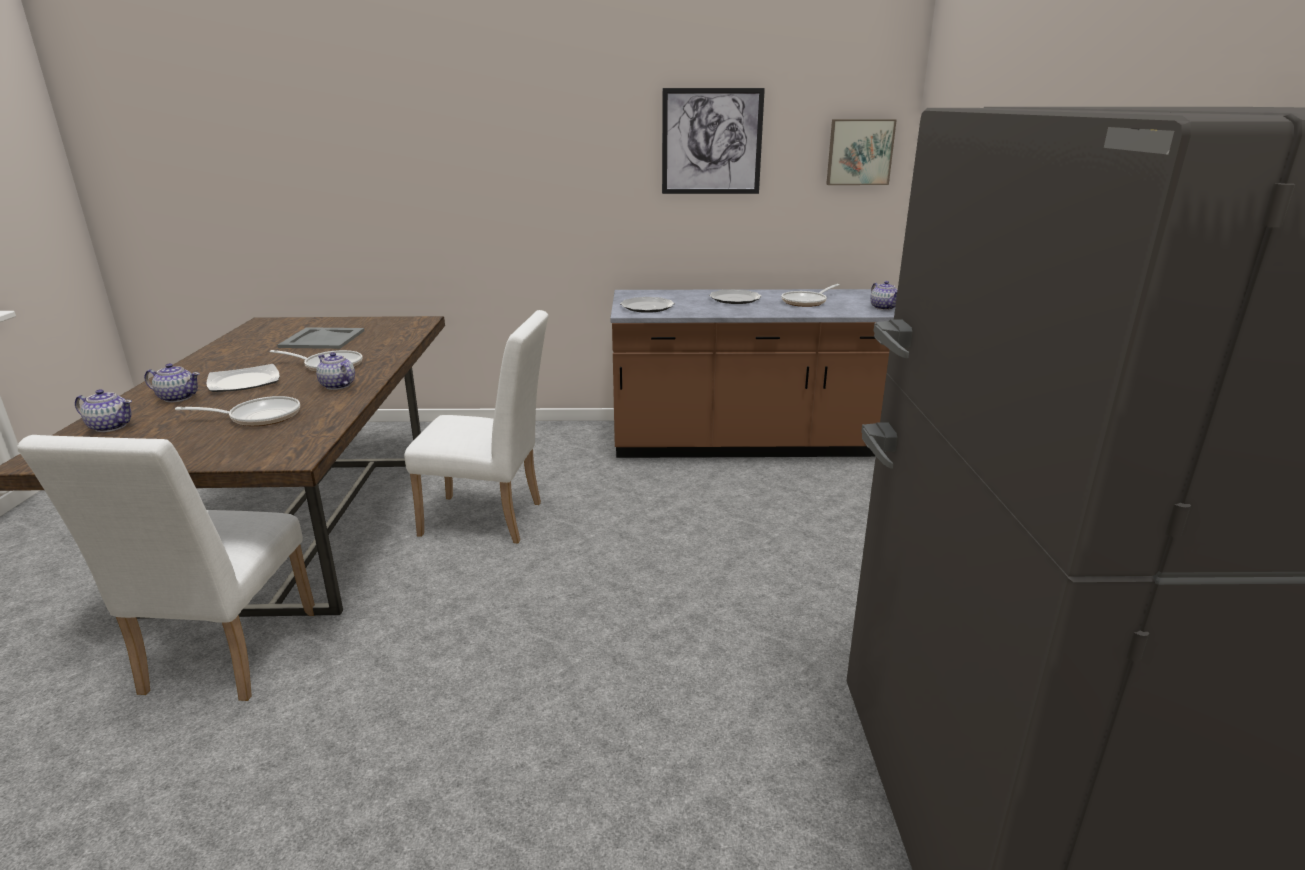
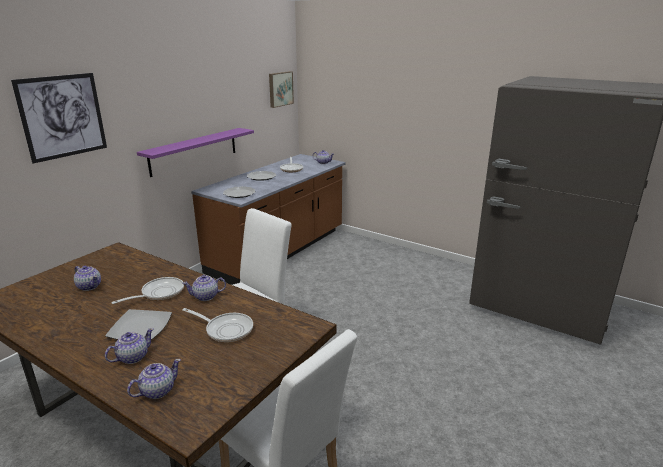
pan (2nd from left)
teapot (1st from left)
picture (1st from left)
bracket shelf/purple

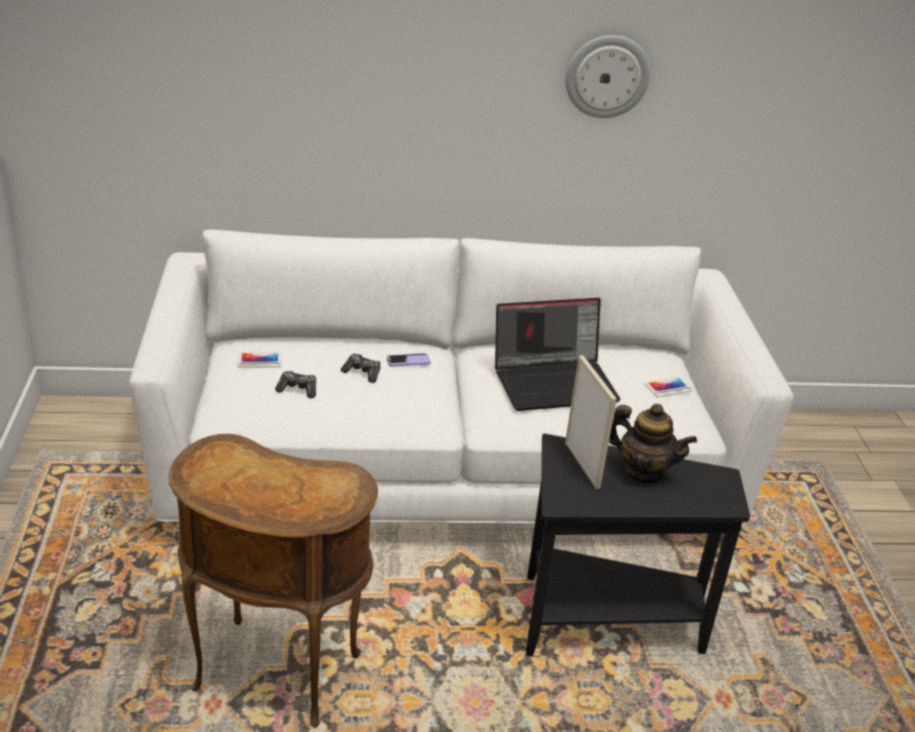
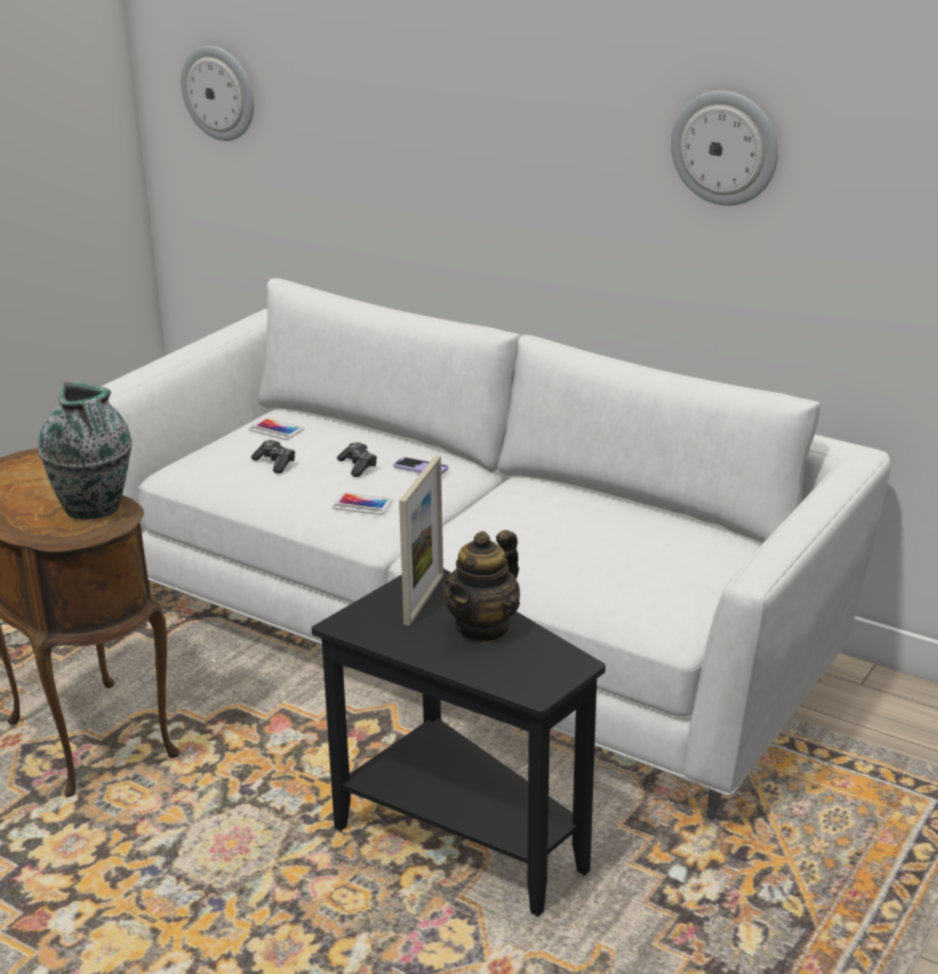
notebook computer
teapot
phone (2nd from left)
vase
clock on the wall (1st from left)

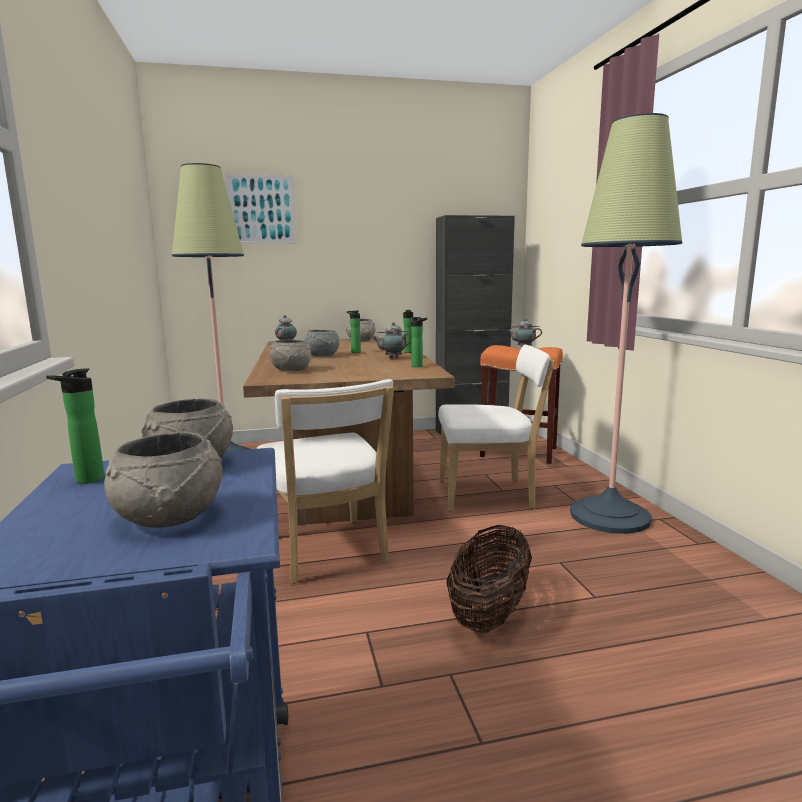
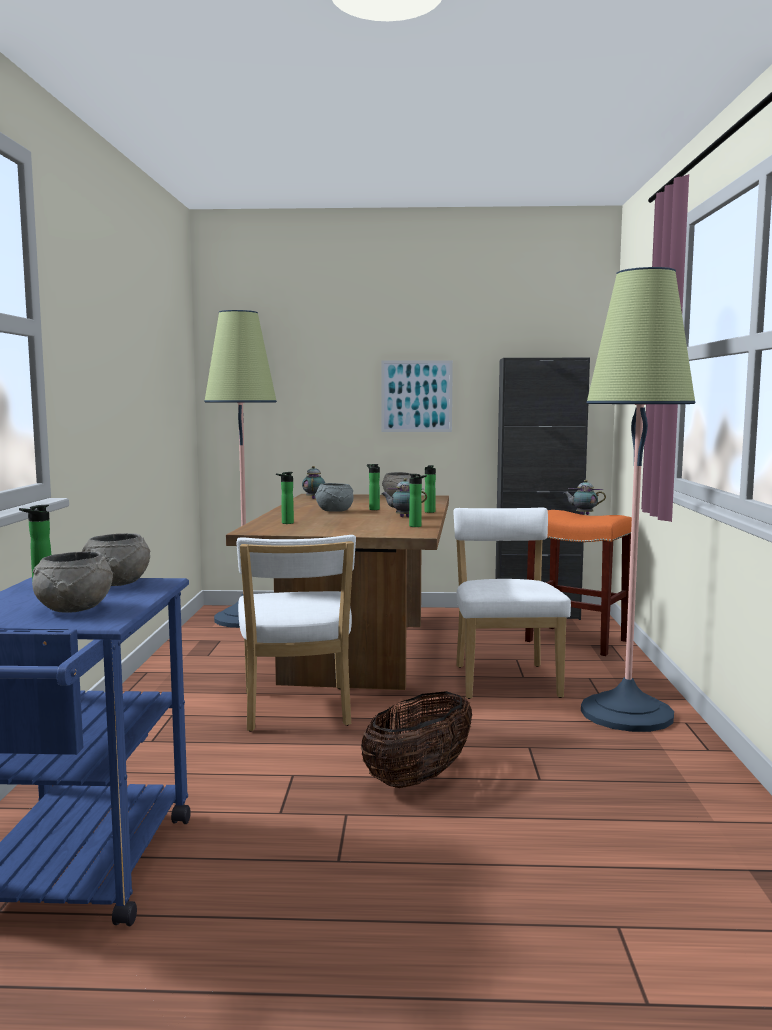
picture
drink bottle (2nd from left)
plain chair/whitish (2nd from left)

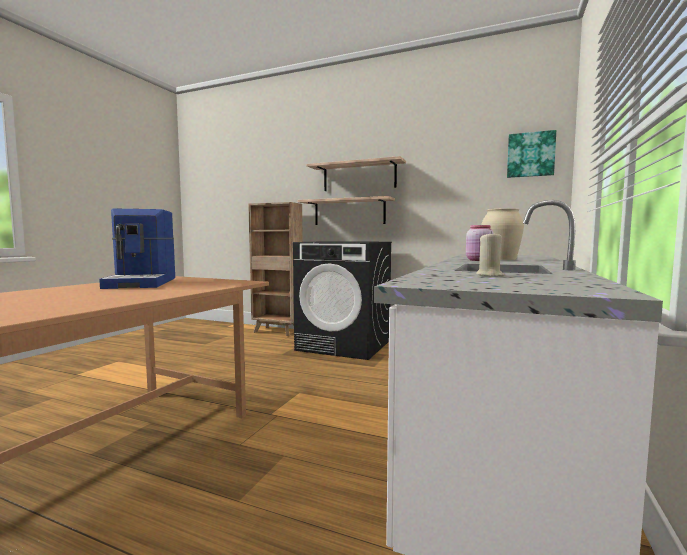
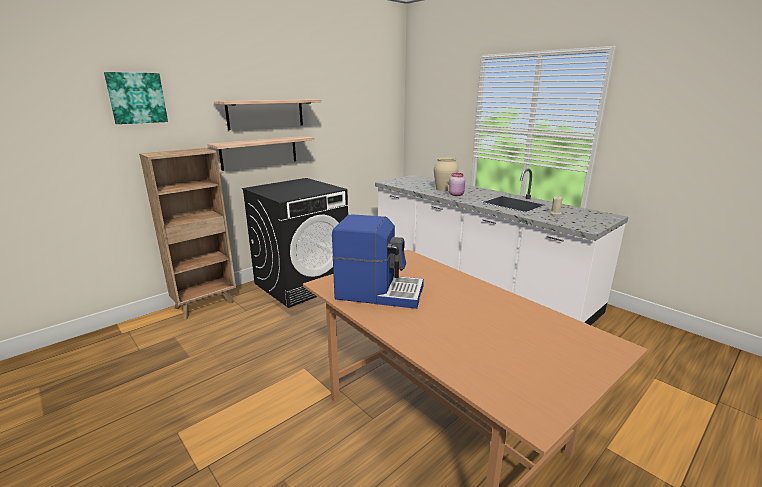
picture

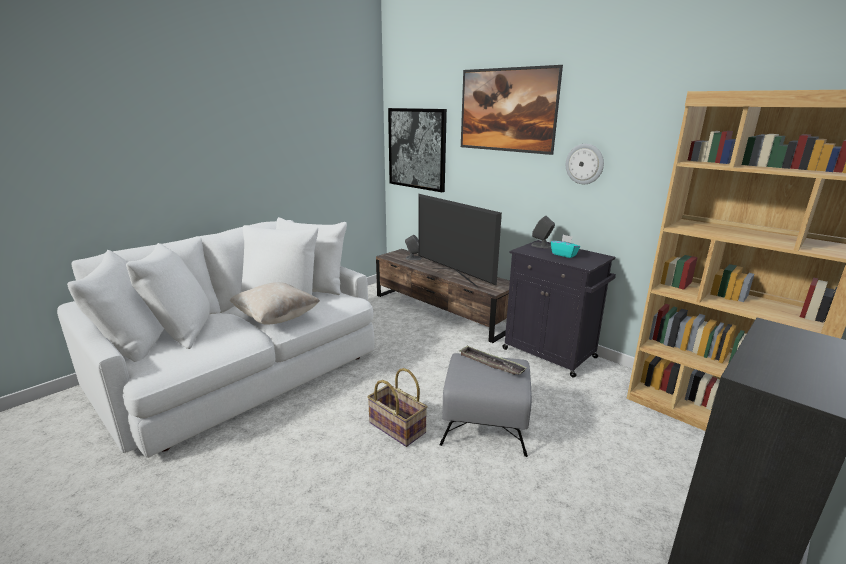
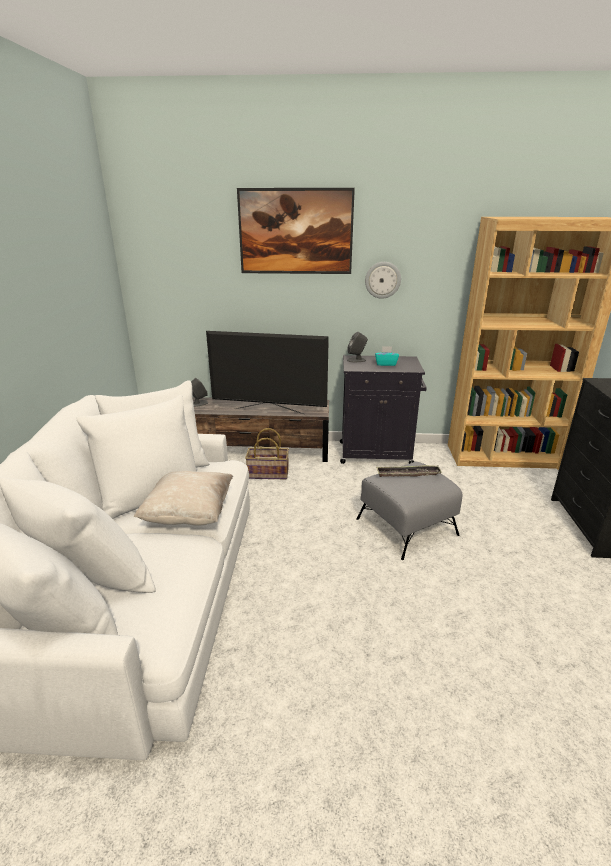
storage basket
picture (1st from left in the first image)

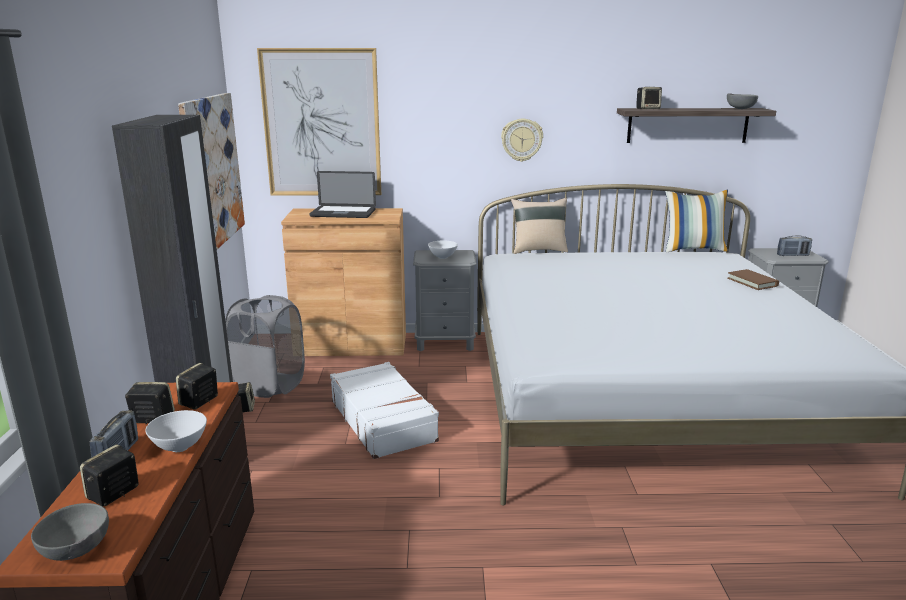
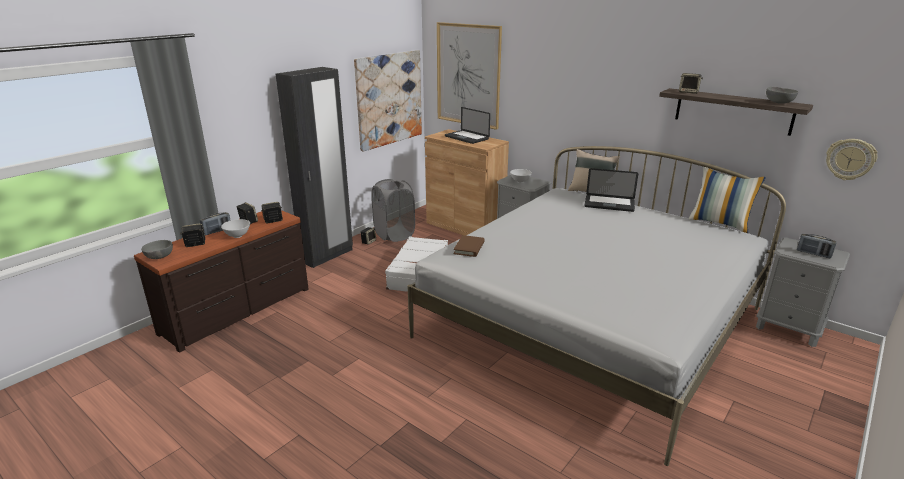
clock on the wall
book/brown
notebook computer (2nd from left)

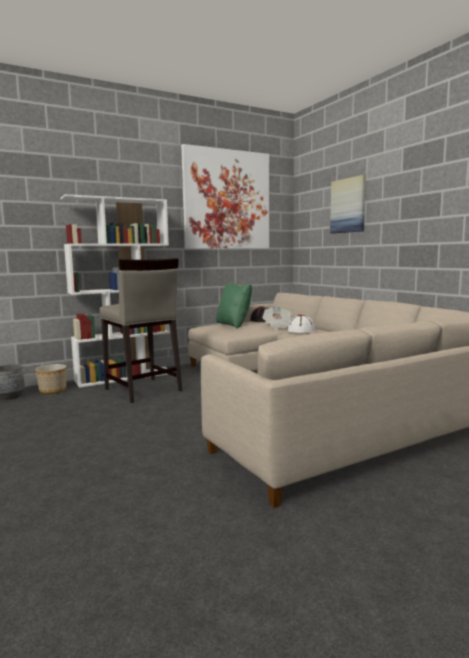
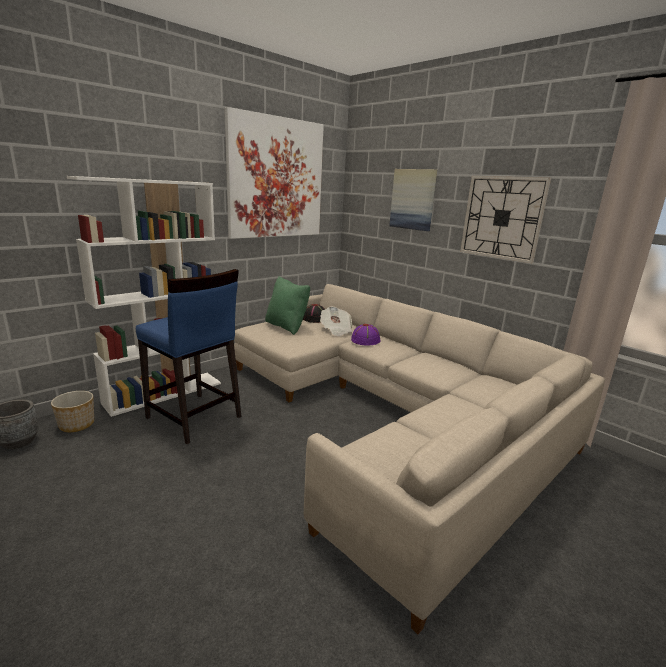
stool seat/blue-coloured
clothing hat/purple
clock on the wall

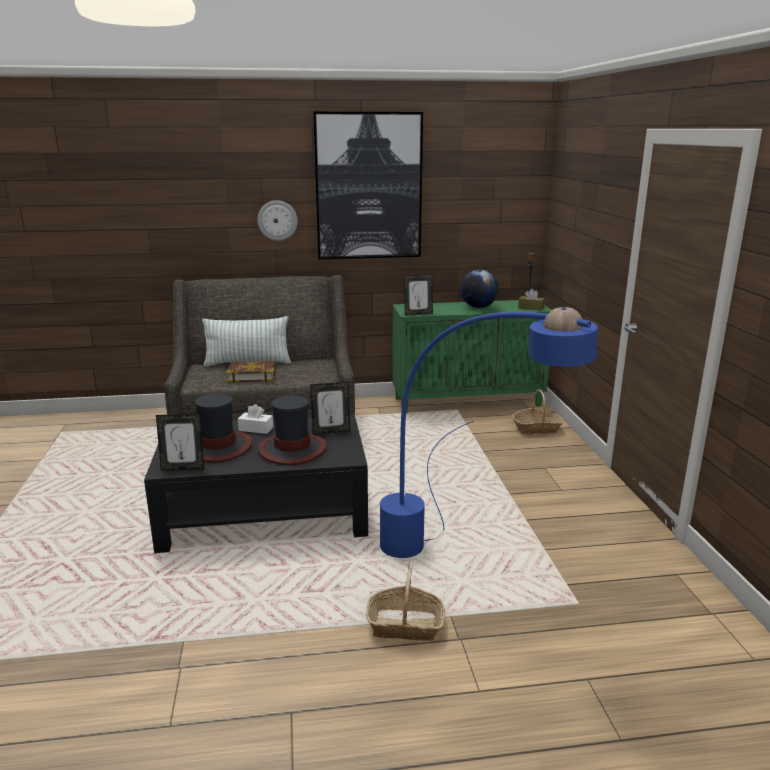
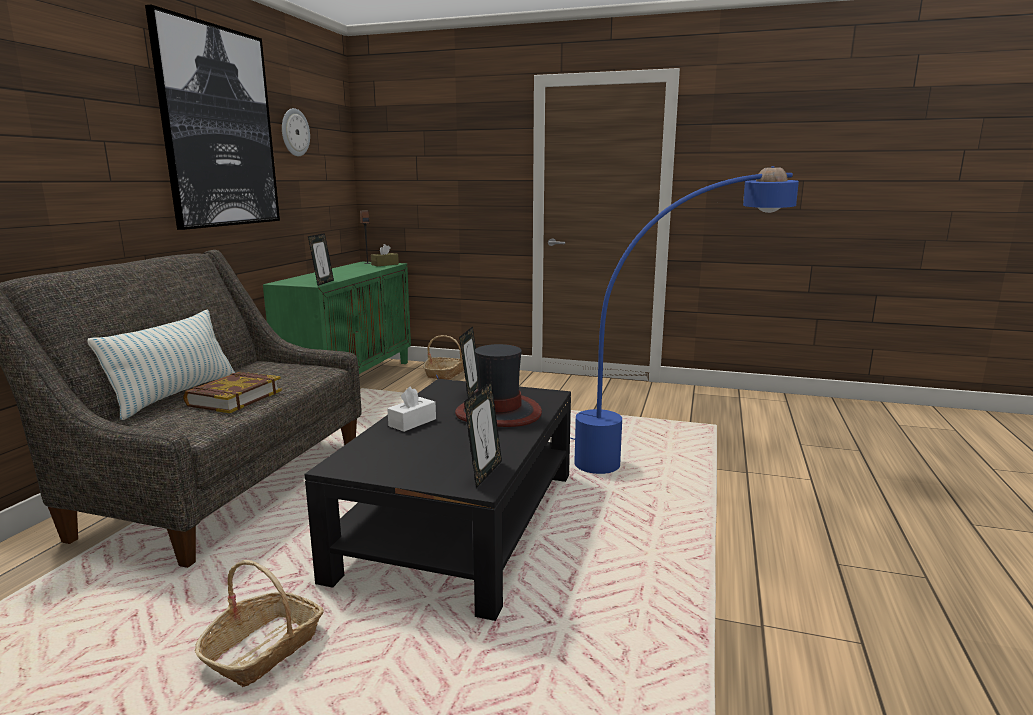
clothing hat (1st from left in the first image)
clock on the wall
storage basket (1st from left)
world globe

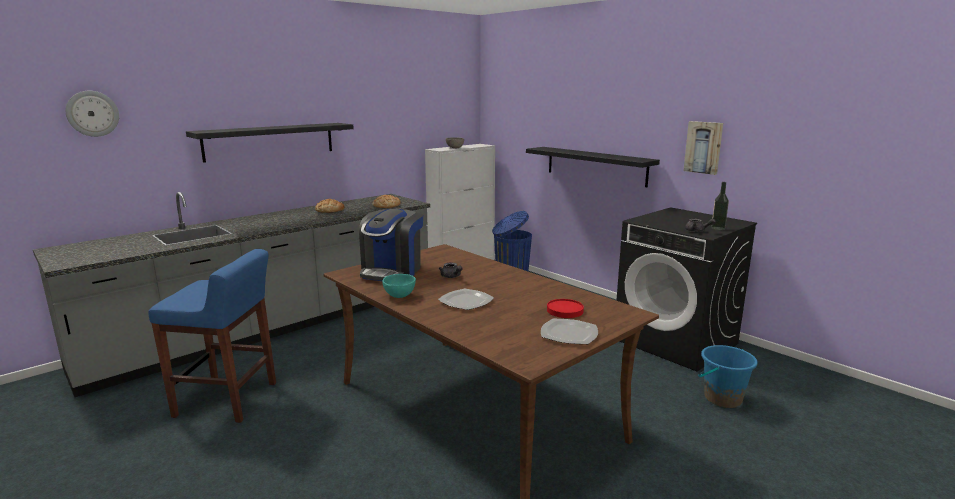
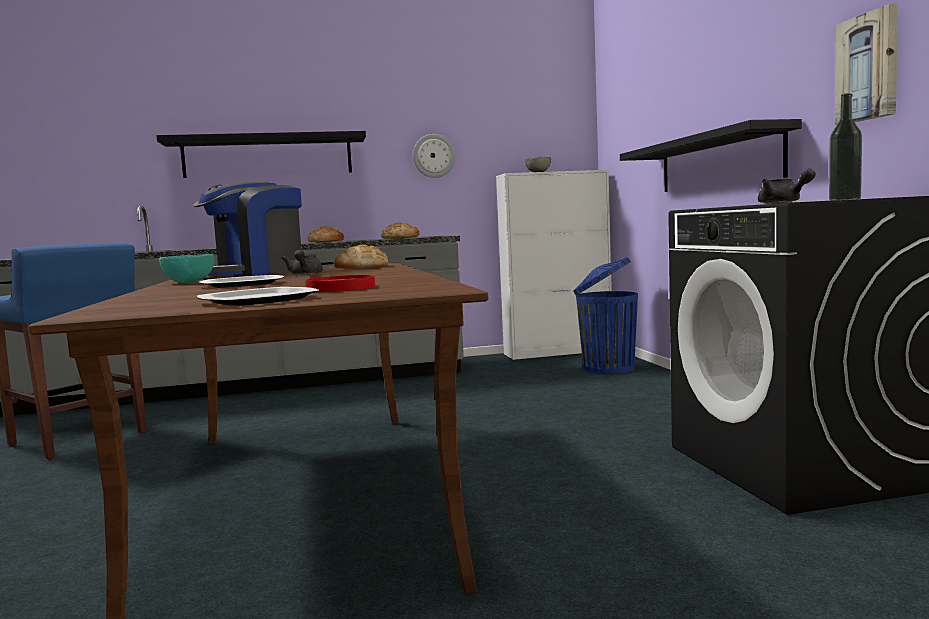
clock on the wall
water bucket/blue-coloured
bread (2nd from left)

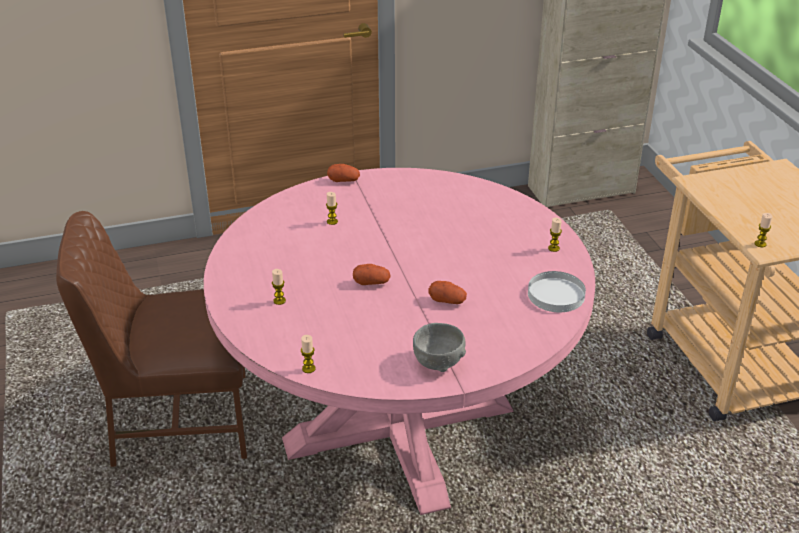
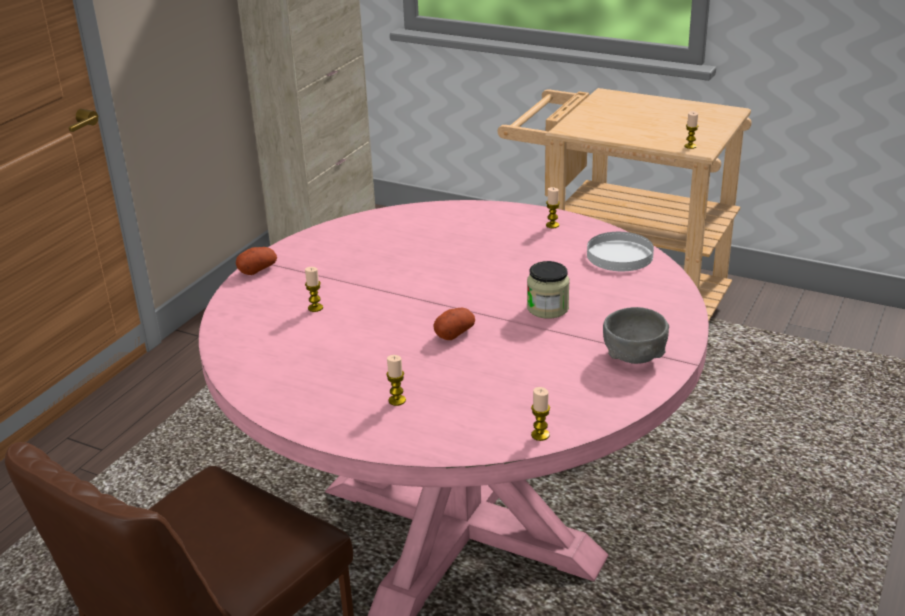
jar

